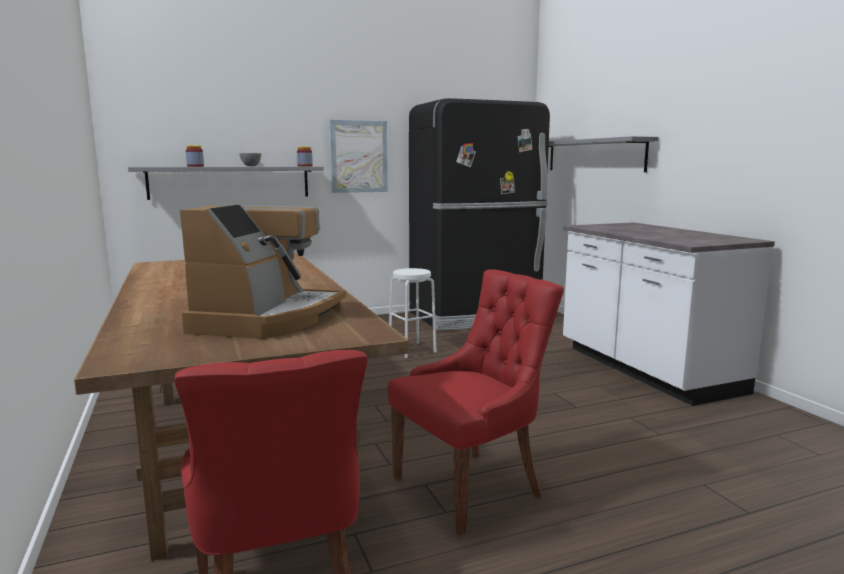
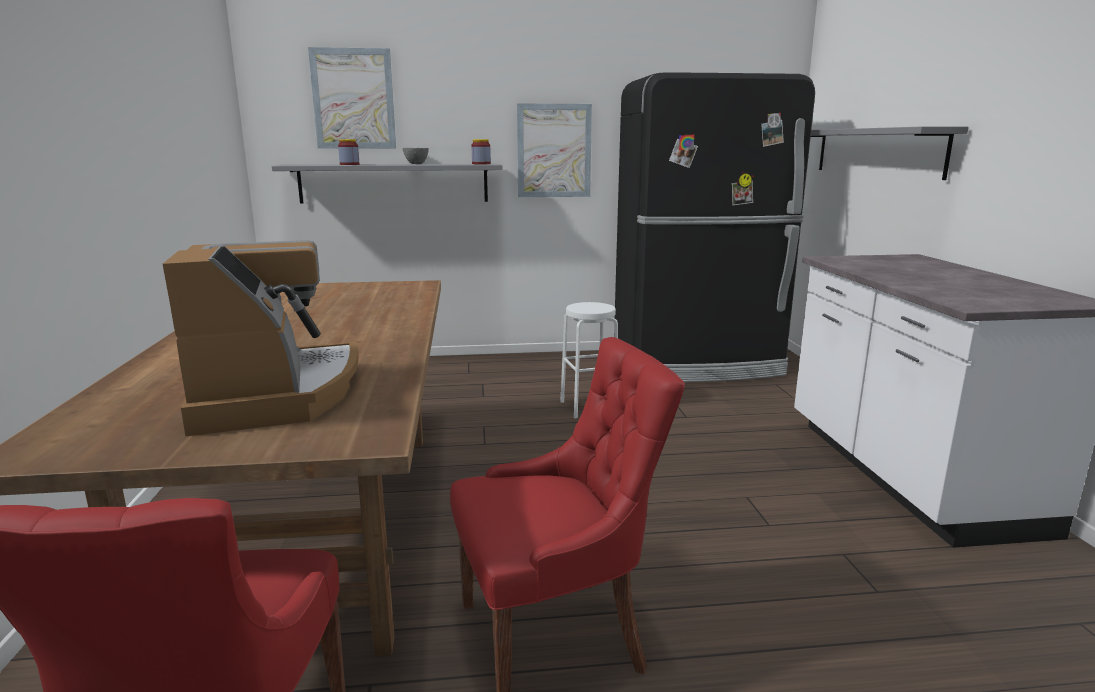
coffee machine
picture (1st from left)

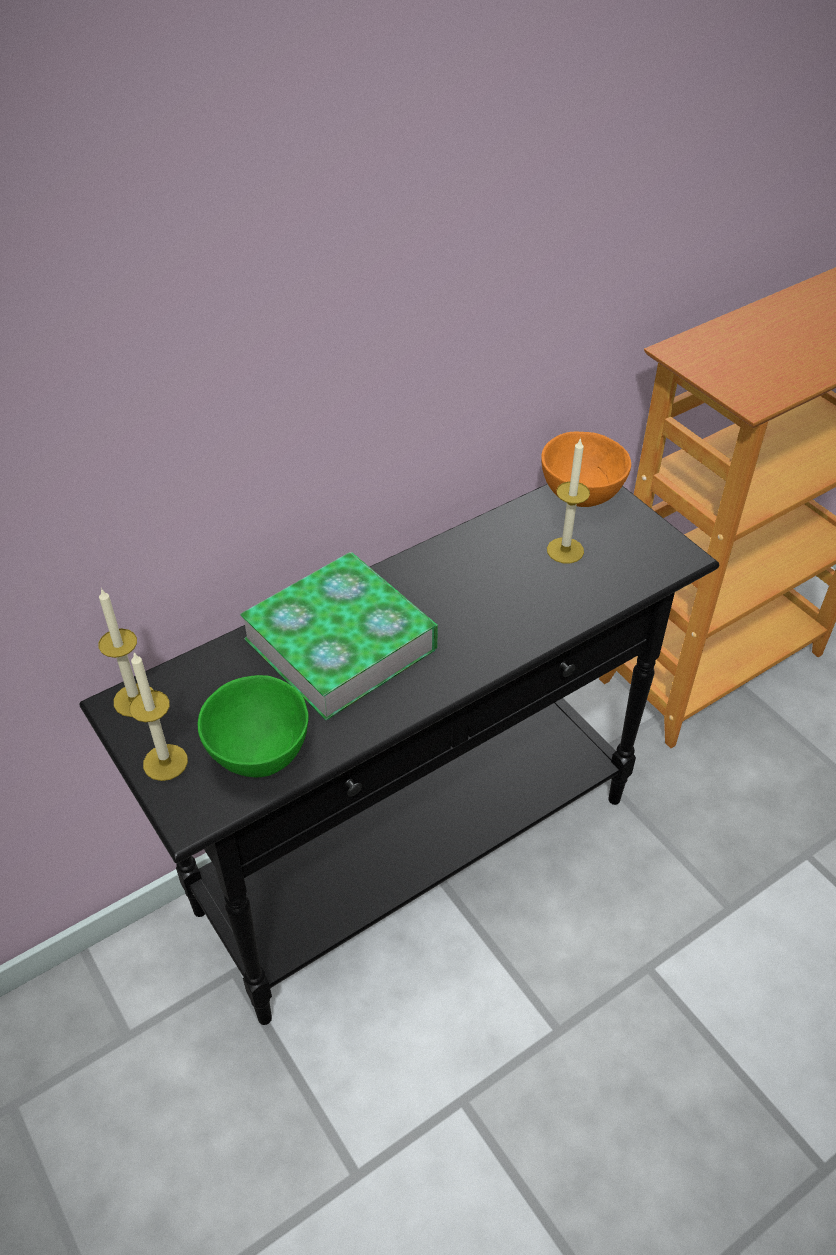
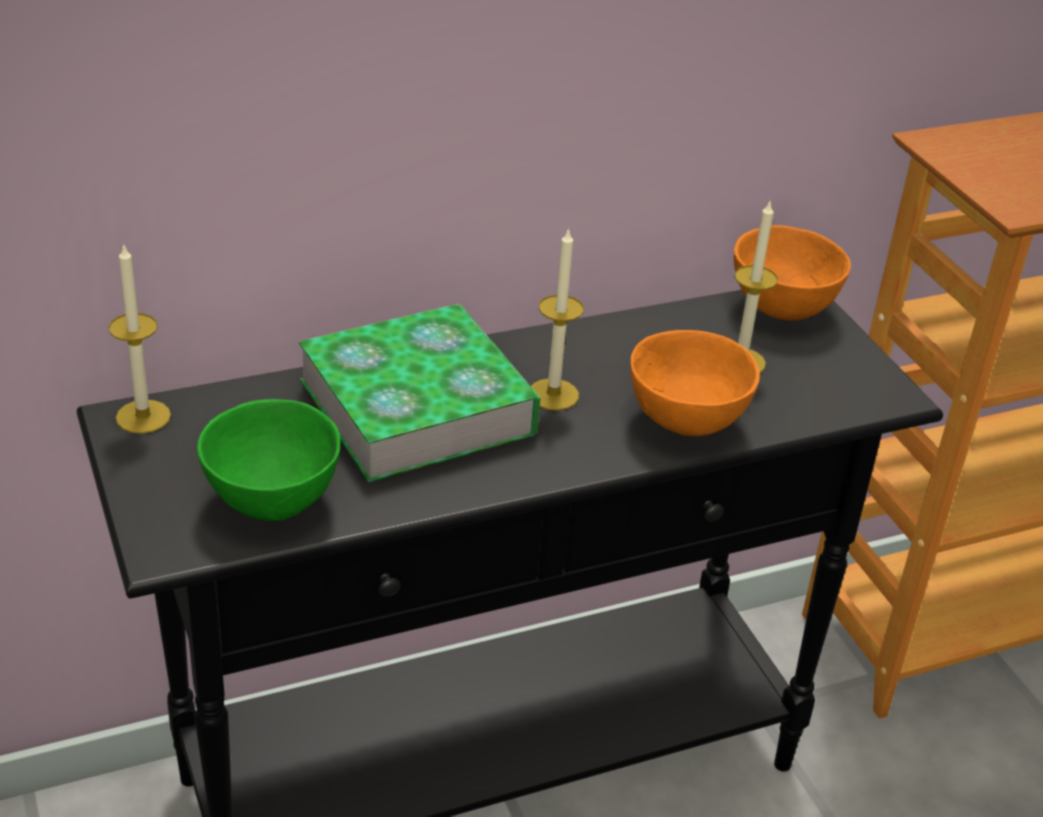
wax light (2nd from left)
bowl/orange (1st from left)

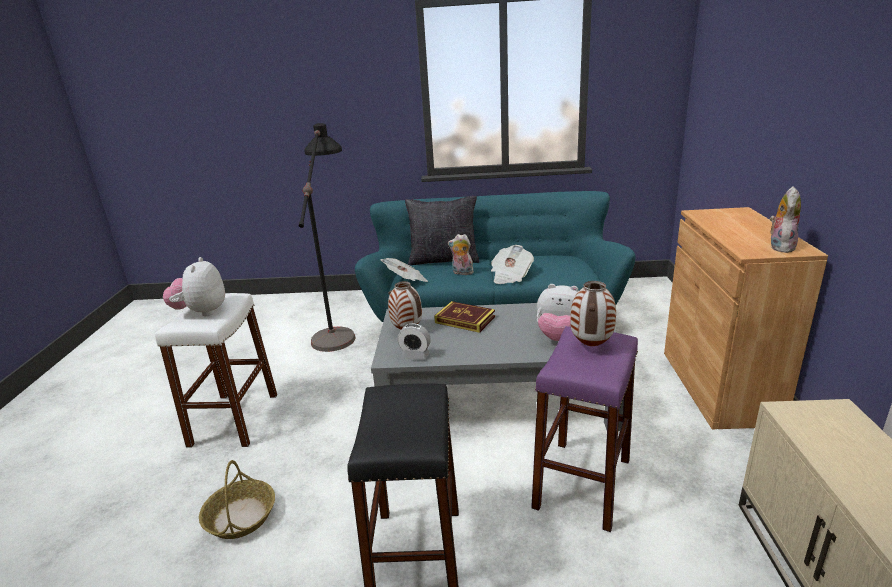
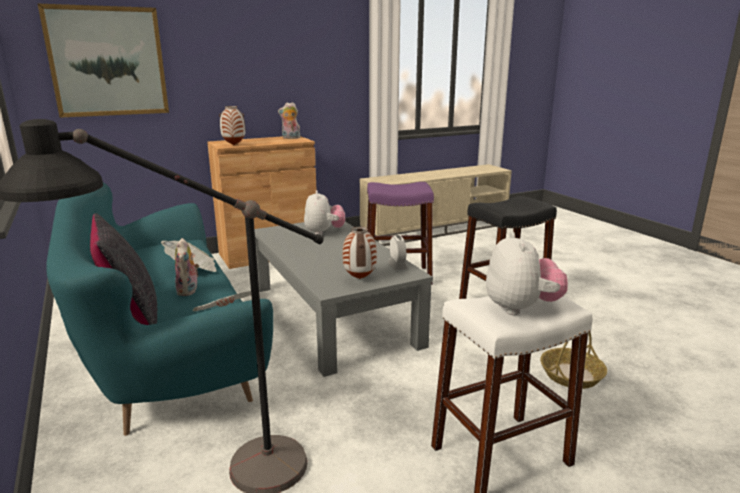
plush toy (4th from left)
book
vase (1st from left)
picture

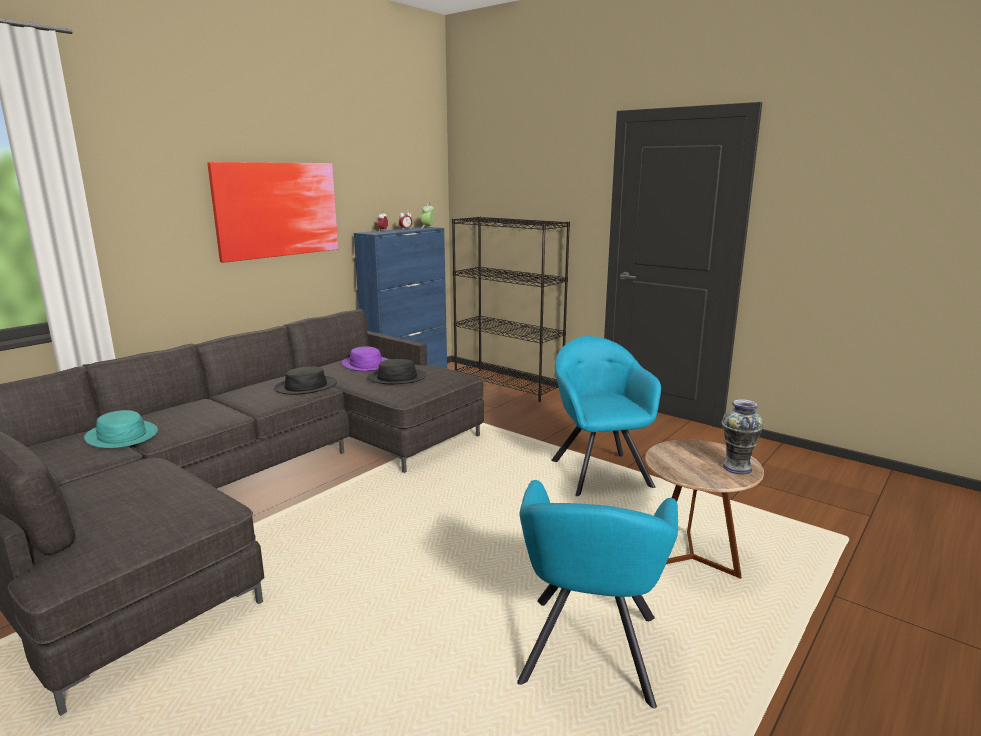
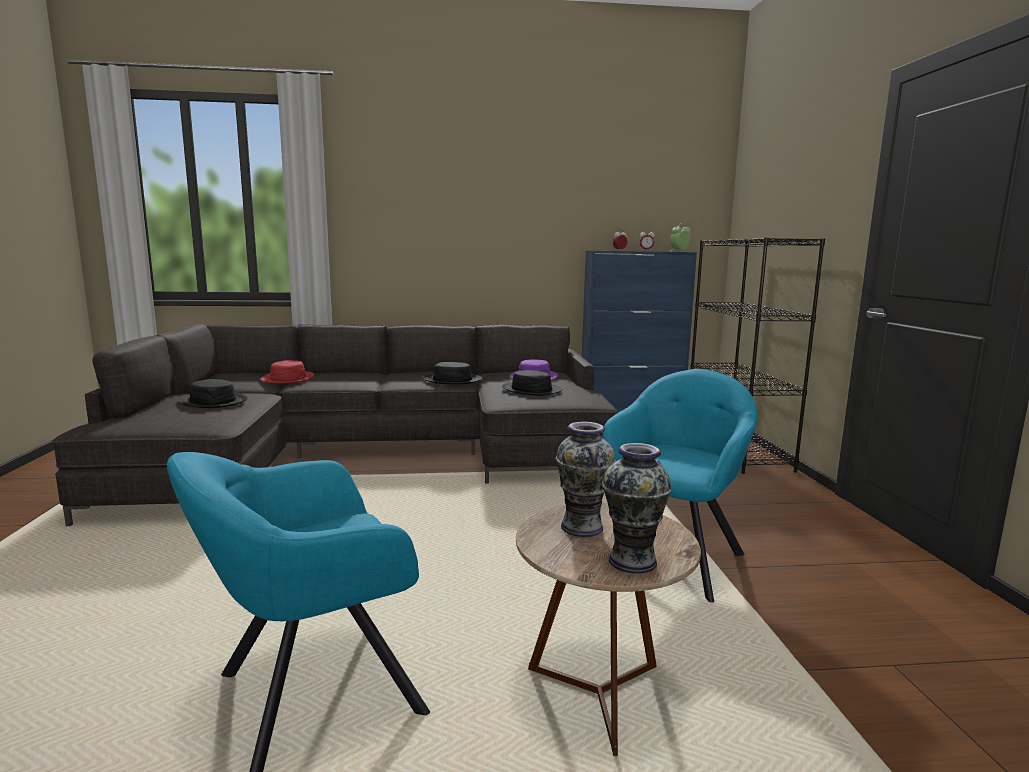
clothing hat/red-coloured
picture
clothing hat/black (1st from left)
vase (1st from left)

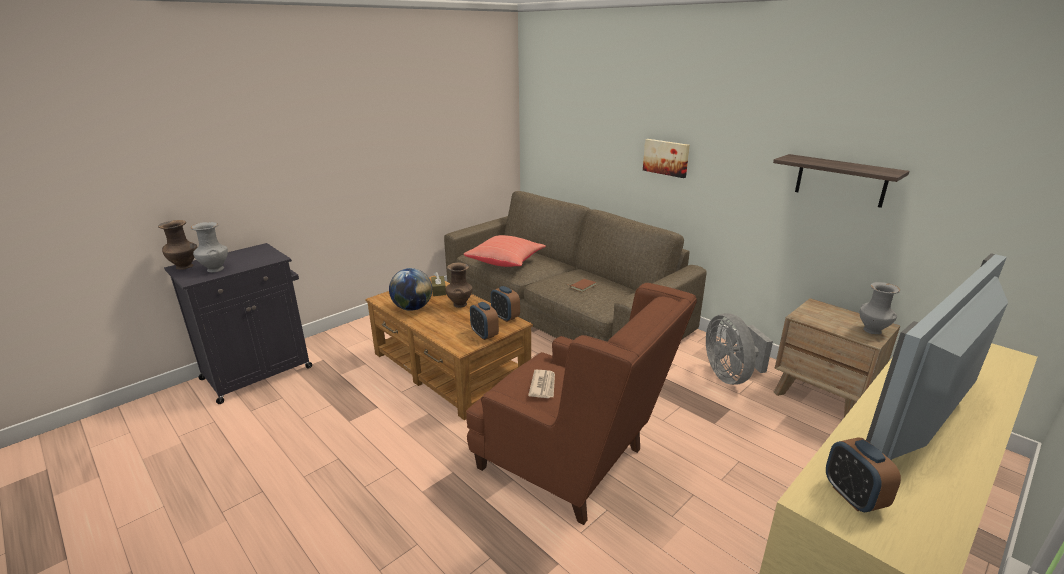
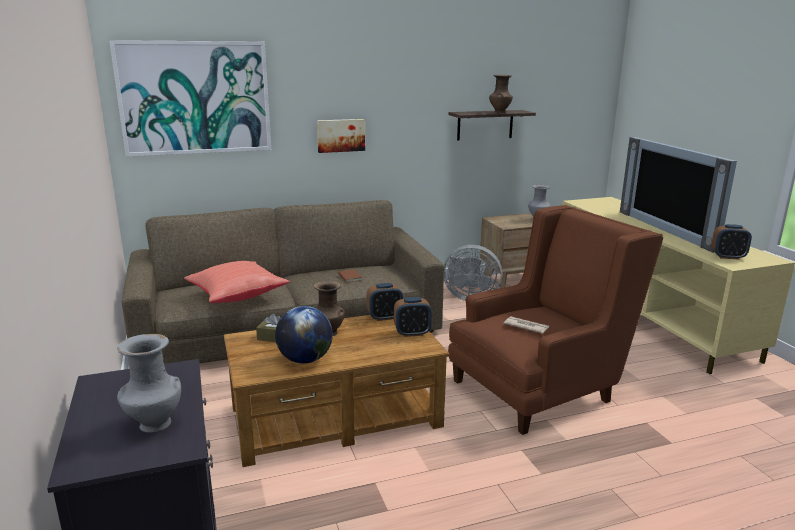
vase/brown (2nd from left)
picture (1st from left)

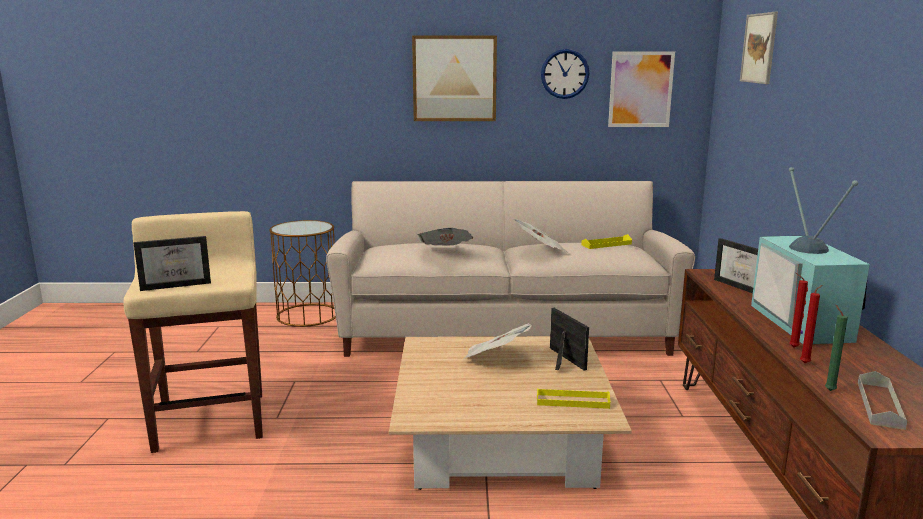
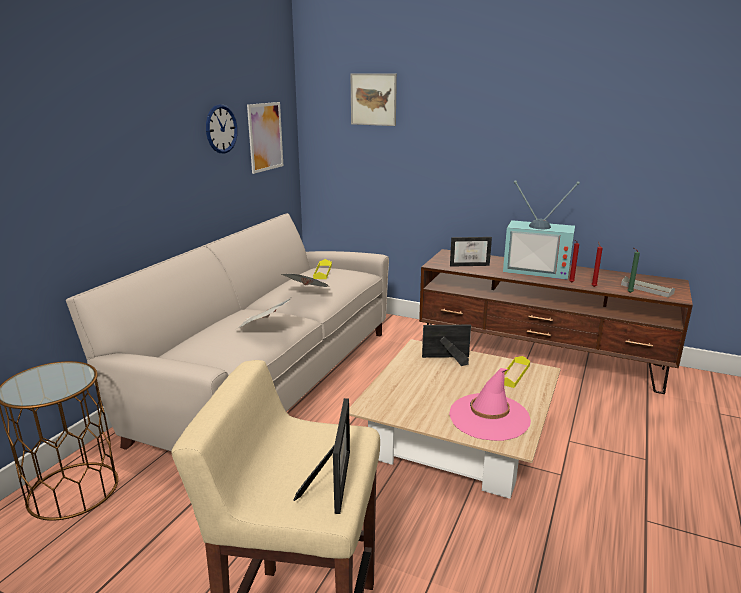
picture (1st from left in the first image)
daily paper (2nd from left in the first image)
clothing hat/pink

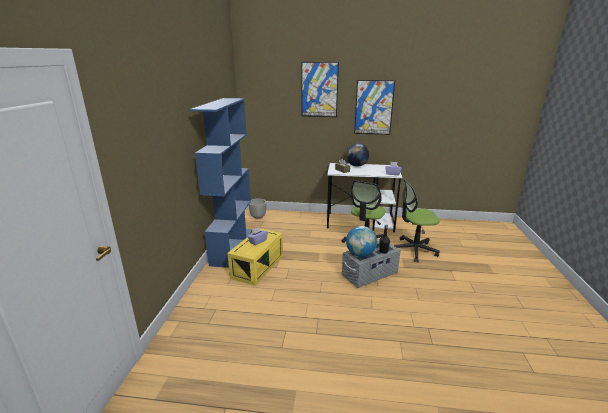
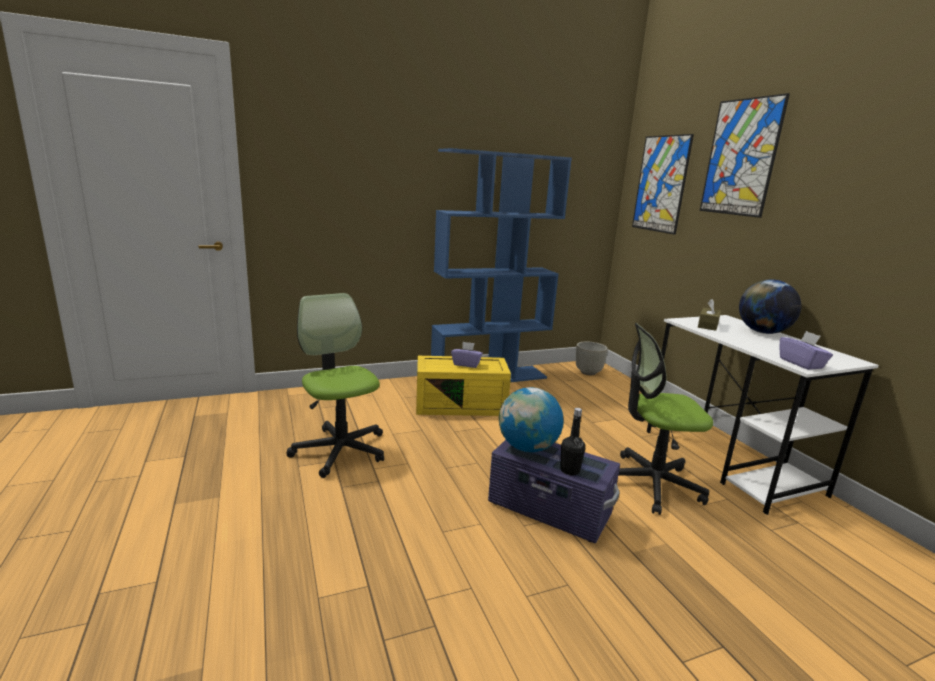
storage container/purple
picture (1st from left)
desk chair (1st from left)

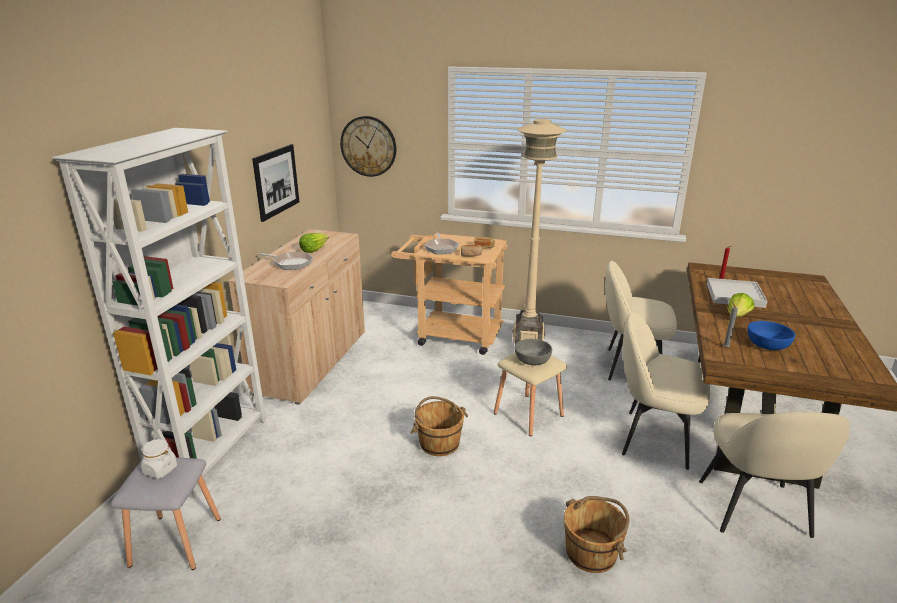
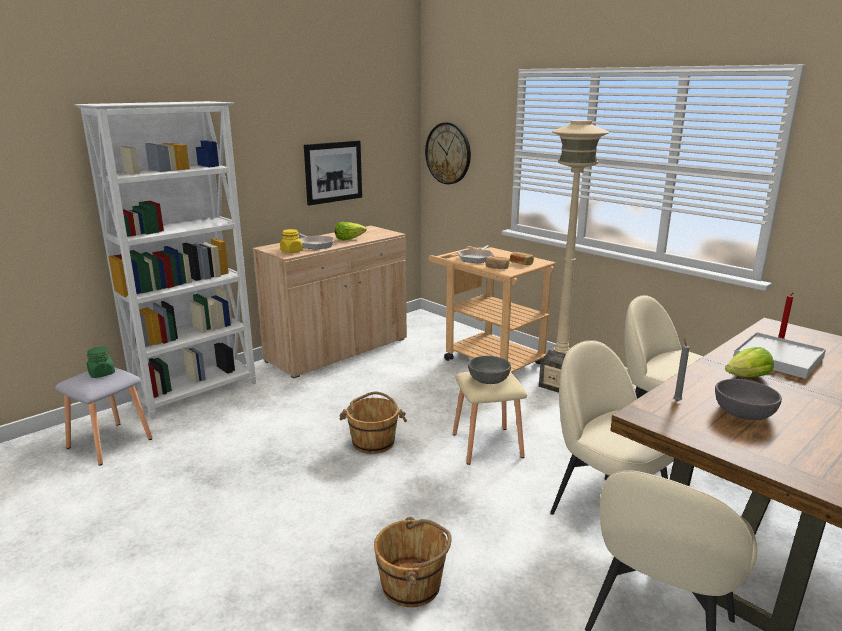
jar/greenish
bowl/greyish (2nd from left)
jar/yellow-coloured

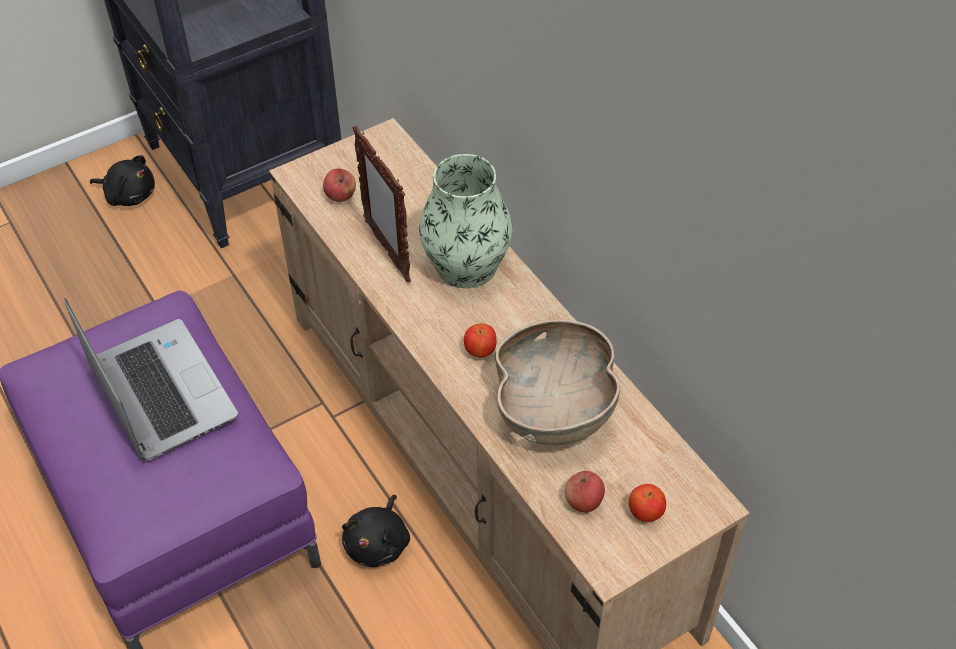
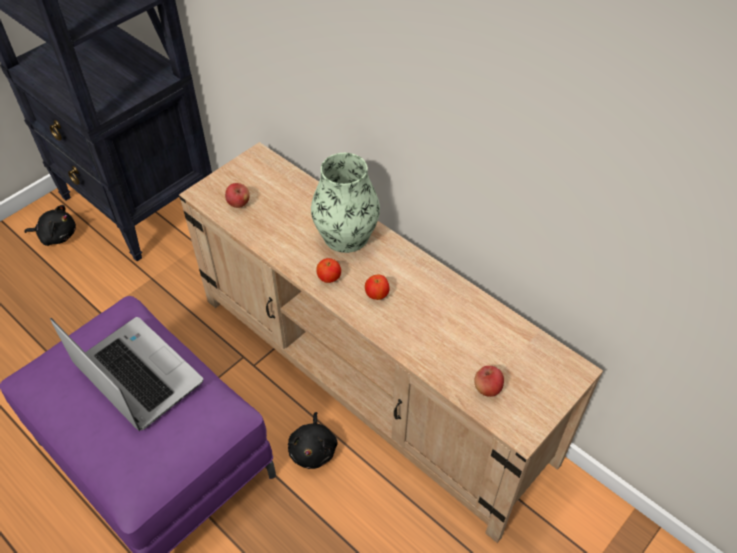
photo frame
bowl/brown
whole apple (2nd from left)

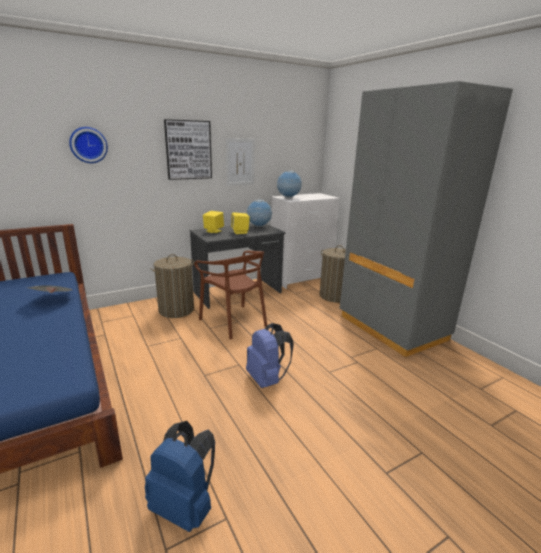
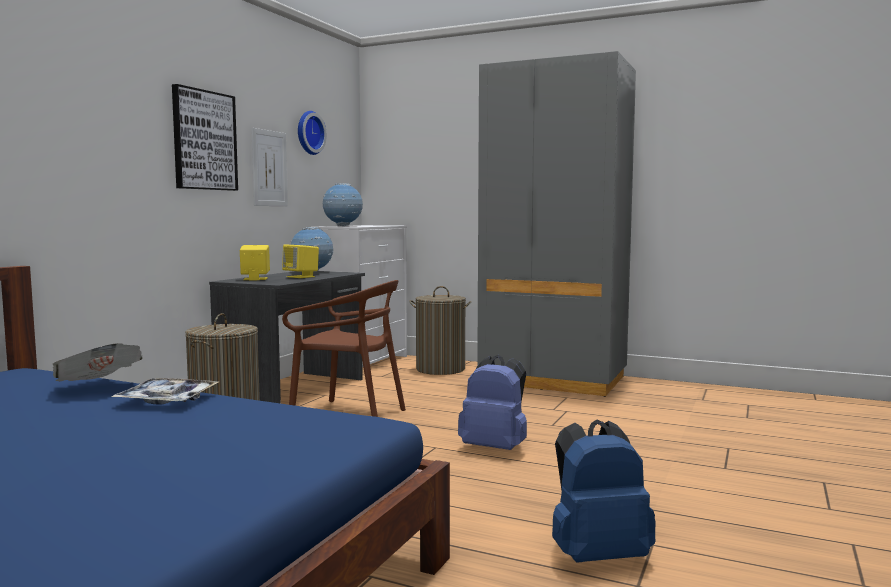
clock on the wall
carrying tray

